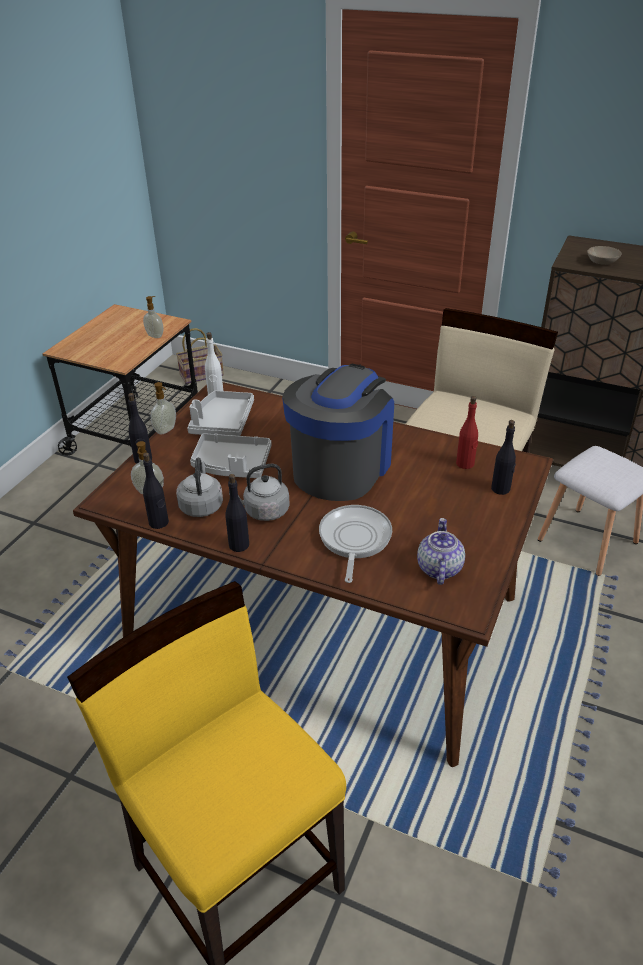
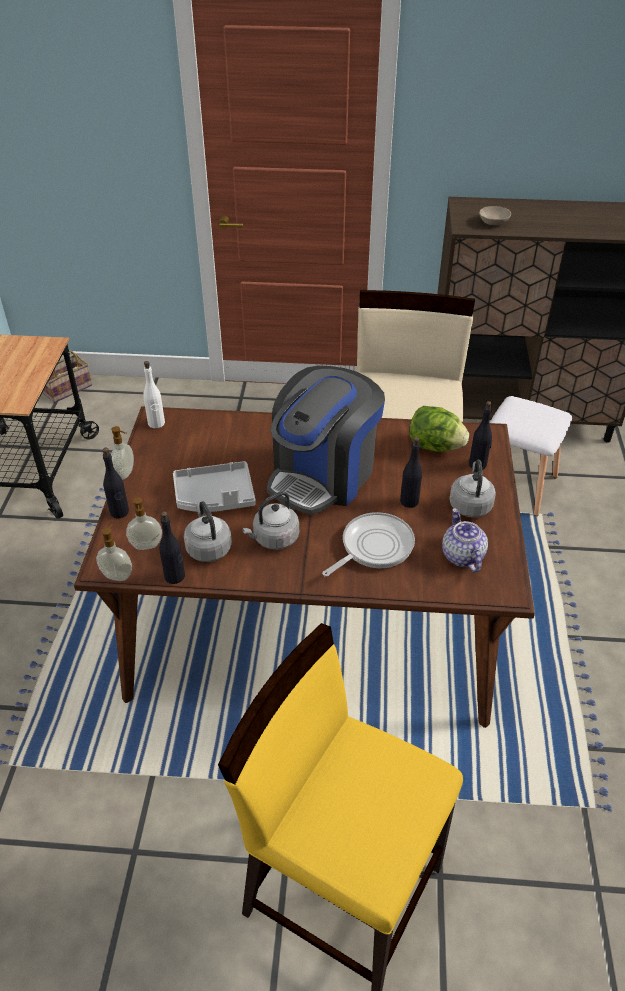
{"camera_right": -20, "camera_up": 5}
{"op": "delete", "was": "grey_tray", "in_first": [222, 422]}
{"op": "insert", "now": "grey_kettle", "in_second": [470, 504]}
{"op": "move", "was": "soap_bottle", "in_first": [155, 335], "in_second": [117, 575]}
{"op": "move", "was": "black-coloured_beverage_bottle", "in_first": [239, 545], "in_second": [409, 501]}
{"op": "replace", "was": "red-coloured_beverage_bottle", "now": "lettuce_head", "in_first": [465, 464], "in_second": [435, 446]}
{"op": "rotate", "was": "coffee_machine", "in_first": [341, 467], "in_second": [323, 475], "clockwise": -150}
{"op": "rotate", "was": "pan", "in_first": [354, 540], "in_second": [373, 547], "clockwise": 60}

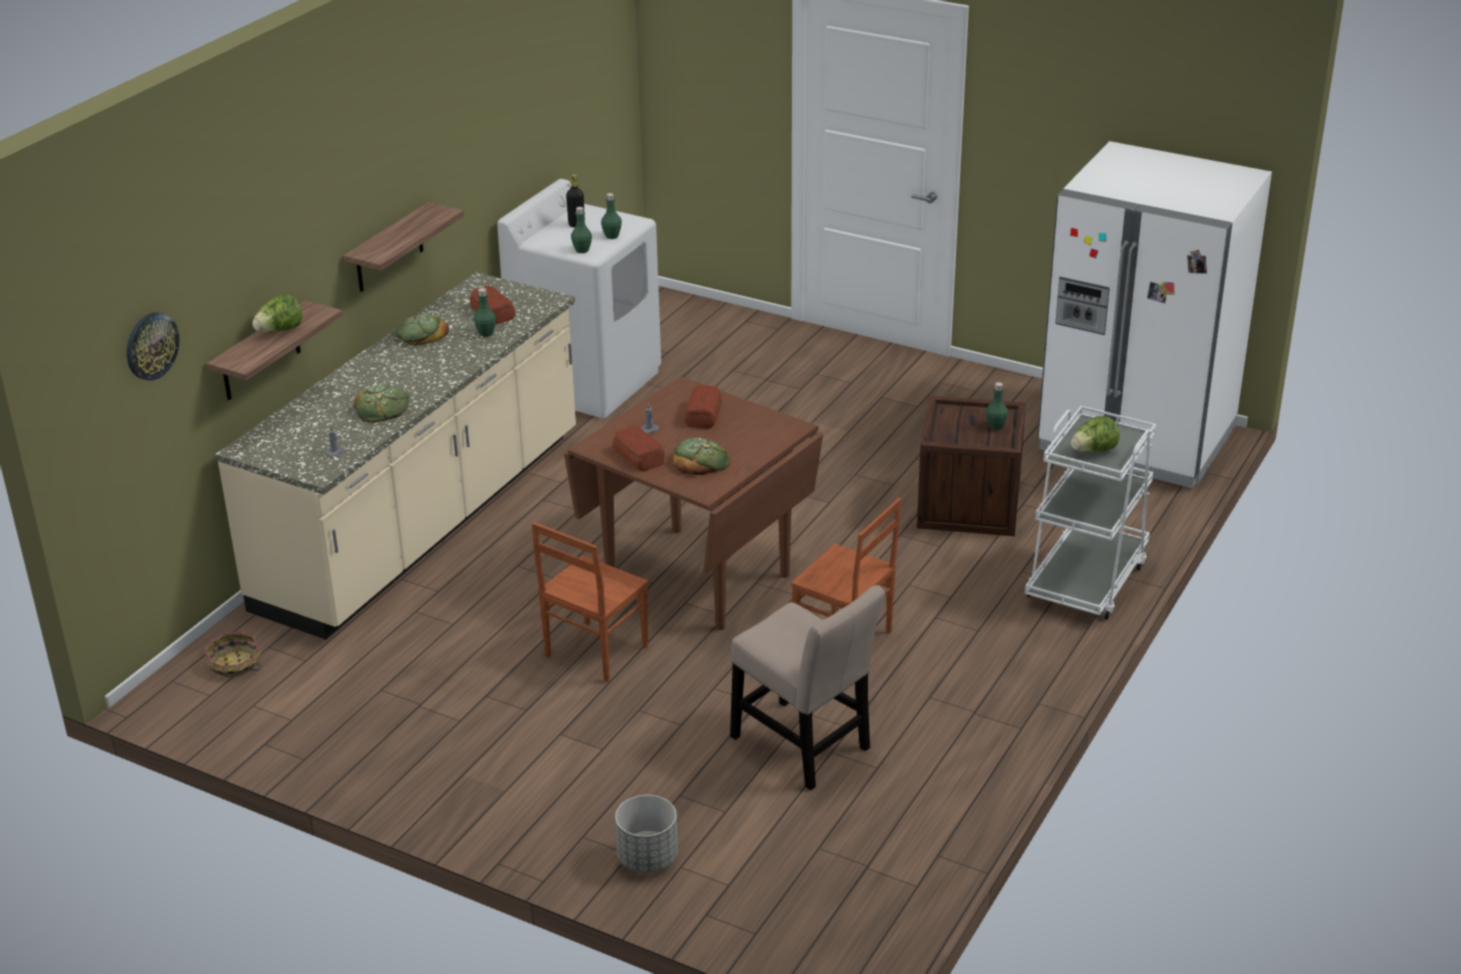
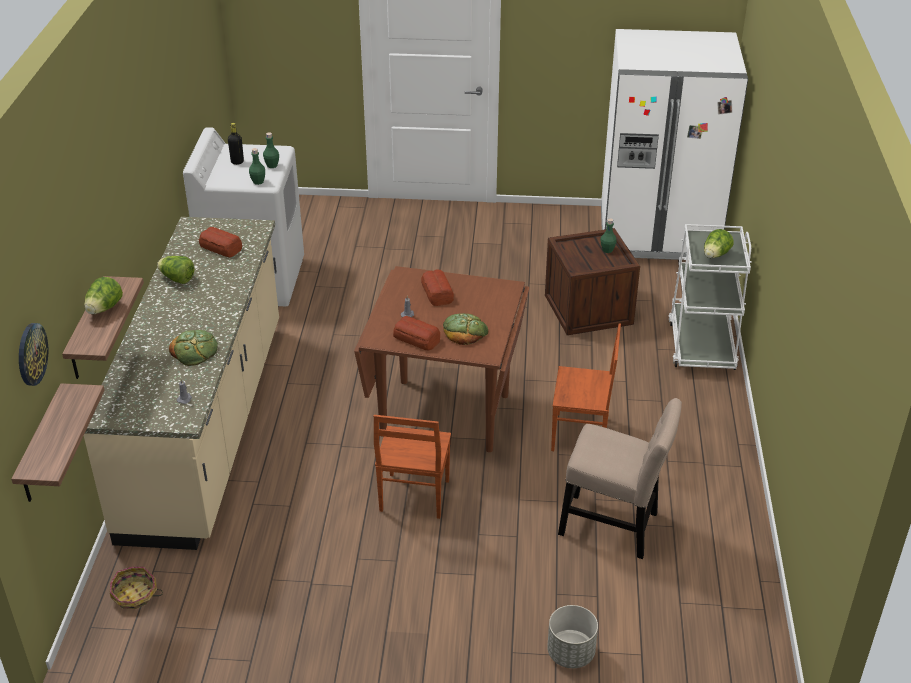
{"camera_right": -25, "camera_up": 5}
{"op": "delete", "was": "greenish_beverage_bottle", "in_first": [486, 333]}
{"op": "move", "was": "wall_shelf", "in_first": [389, 249], "in_second": [41, 446]}
{"op": "replace", "was": "bakery_bread", "now": "lettuce_head", "in_first": [421, 334], "in_second": [177, 279]}

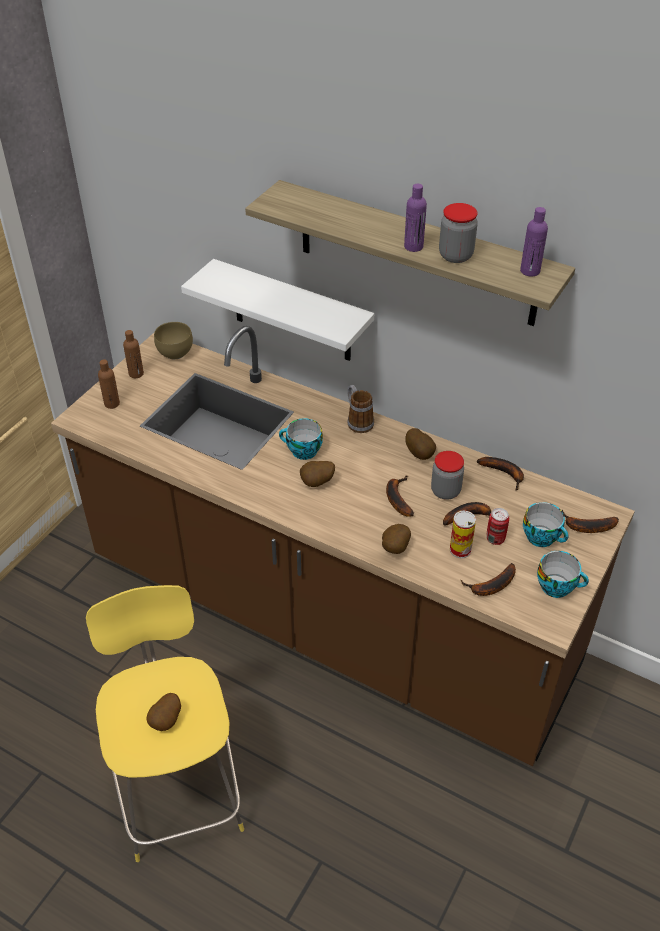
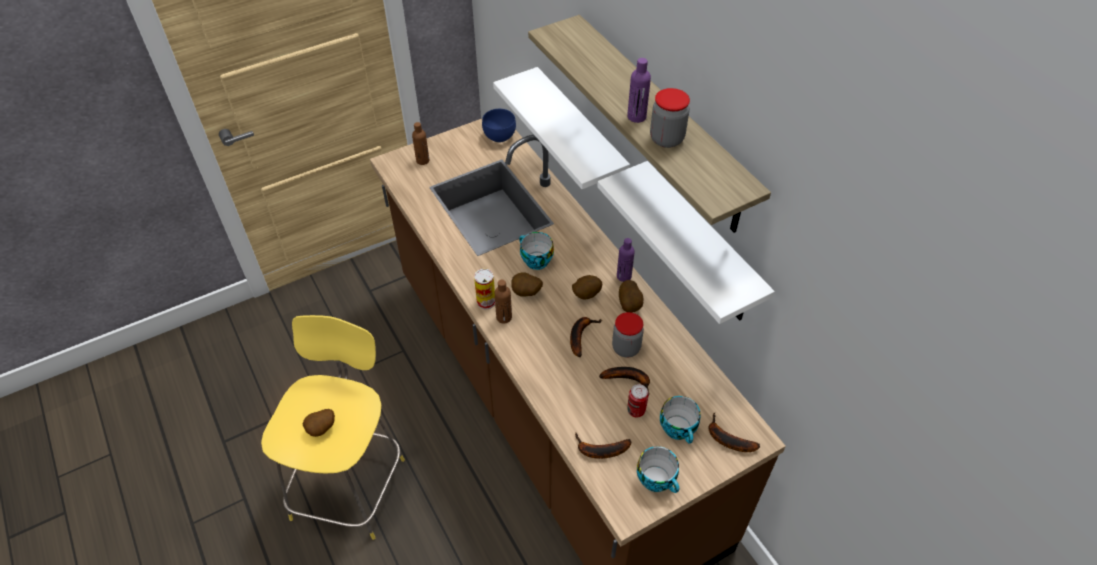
{"camera_right": 30, "camera_up": 5}
{"op": "delete", "was": "tea_mug", "in_first": [357, 421]}
{"op": "delete", "was": "banana", "in_first": [505, 473]}
{"op": "insert", "now": "white-coloured_wall_shelf", "in_second": [701, 246]}
{"op": "move", "was": "brown-coloured_beverage_bottle", "in_first": [136, 373], "in_second": [504, 317]}
{"op": "move", "was": "whole_potato", "in_first": [394, 548], "in_second": [585, 294]}
{"op": "move", "was": "sealed_can", "in_first": [460, 550], "in_second": [486, 302]}
{"op": "move", "was": "purple-coloured_beverage_bottle", "in_first": [530, 271], "in_second": [624, 276]}
{"op": "recolor", "was": "brown-coloured_bowl", "now": "blue_bowl", "in_first": [175, 352], "in_second": [500, 135]}

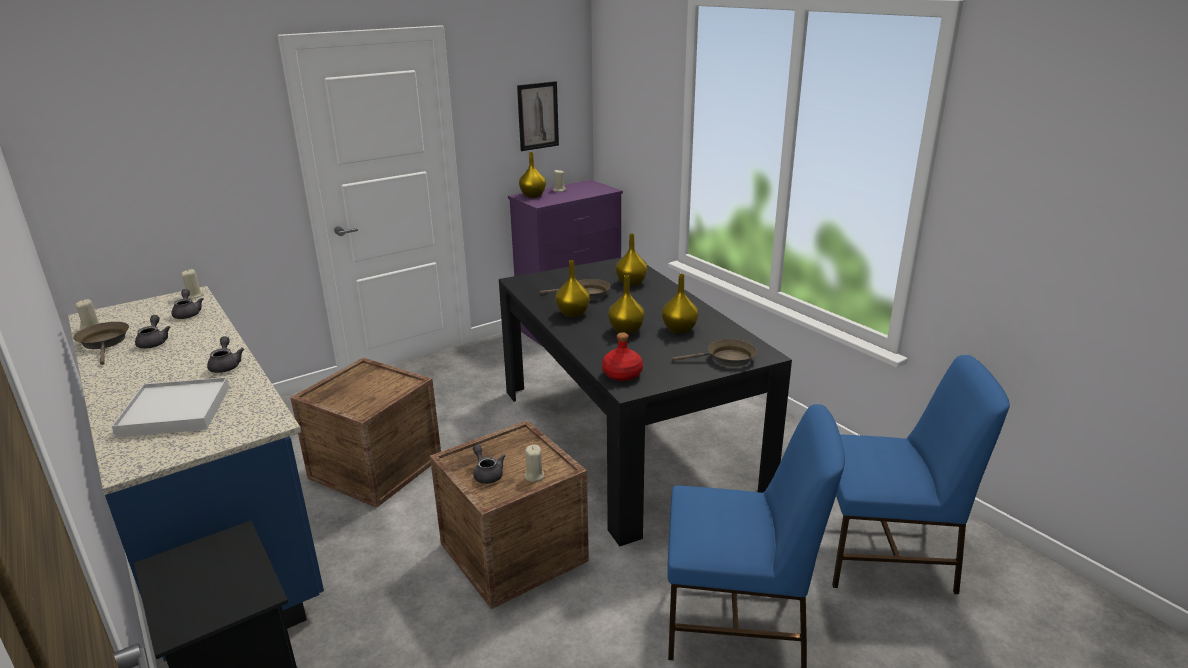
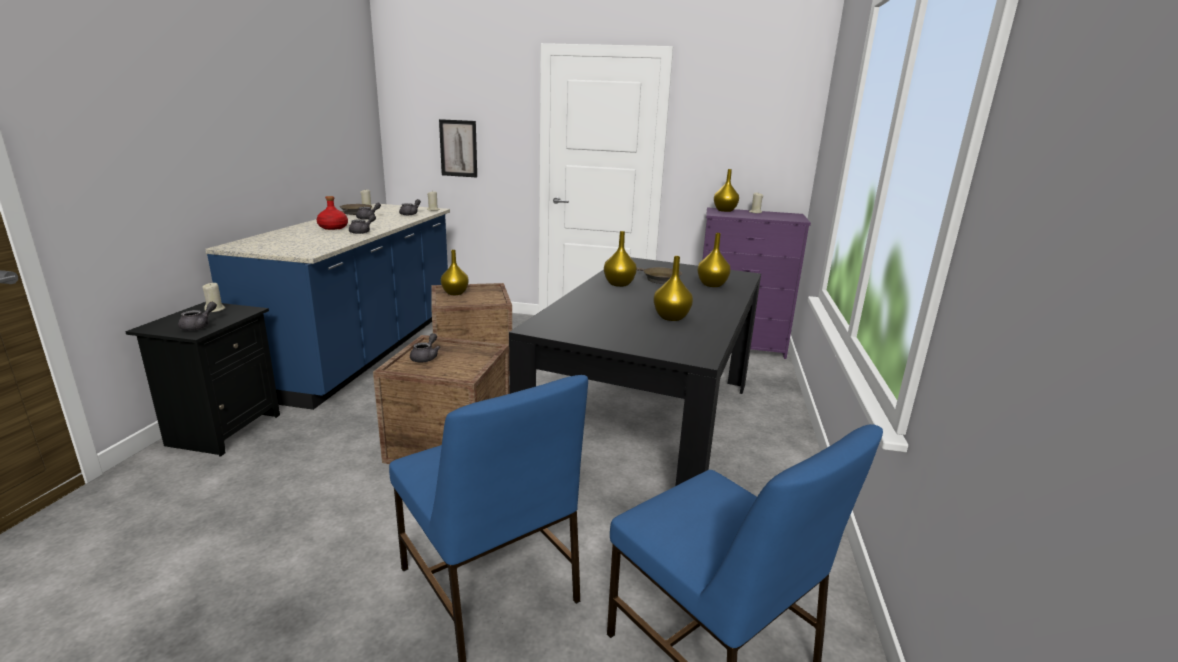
{"camera_right": 45, "camera_up": -5}
{"op": "delete", "was": "white-coloured_tray", "in_first": [175, 411]}
{"op": "delete", "was": "brown-coloured_pan", "in_first": [726, 359]}
{"op": "insert", "now": "grey_teapot", "in_second": [199, 326]}
{"op": "move", "was": "wall_art", "in_first": [538, 116], "in_second": [458, 148]}
{"op": "move", "was": "beige_wax_light", "in_first": [534, 475], "in_second": [215, 309]}
{"op": "move", "was": "red-coloured_beverage_bottle", "in_first": [622, 374], "in_second": [333, 227]}
{"op": "move", "was": "yellowish_vase", "in_first": [625, 331], "in_second": [454, 293]}

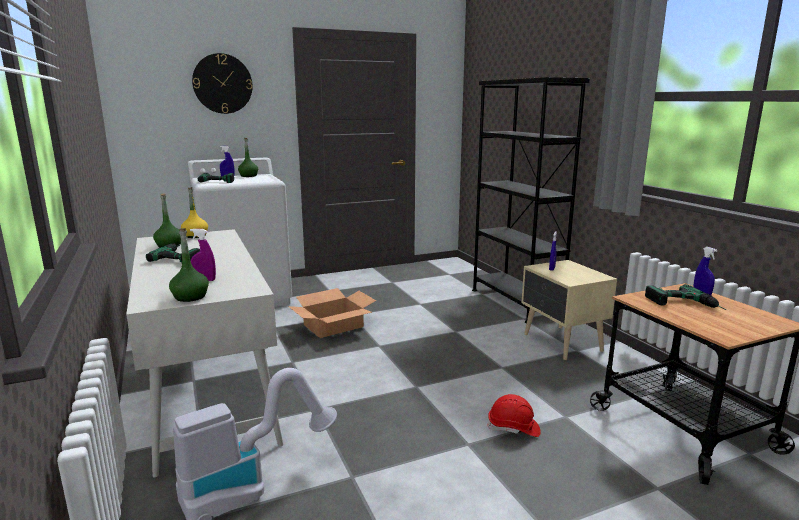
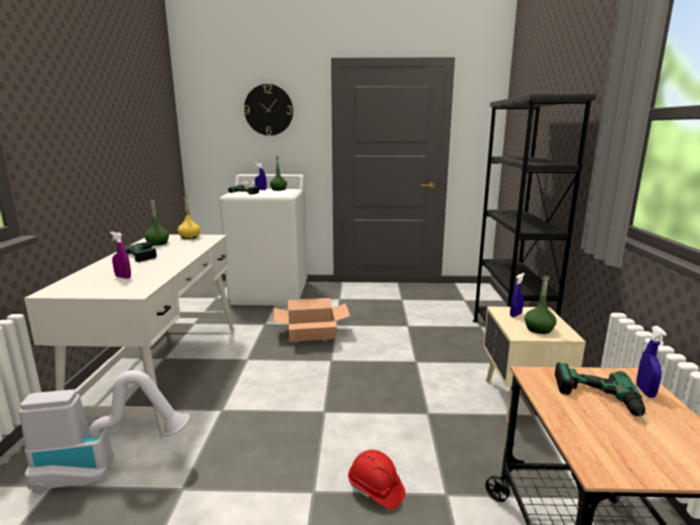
{"camera_right": 25, "camera_up": 0}
{"op": "move", "was": "greenish_beverage_bottle", "in_first": [190, 297], "in_second": [538, 329]}

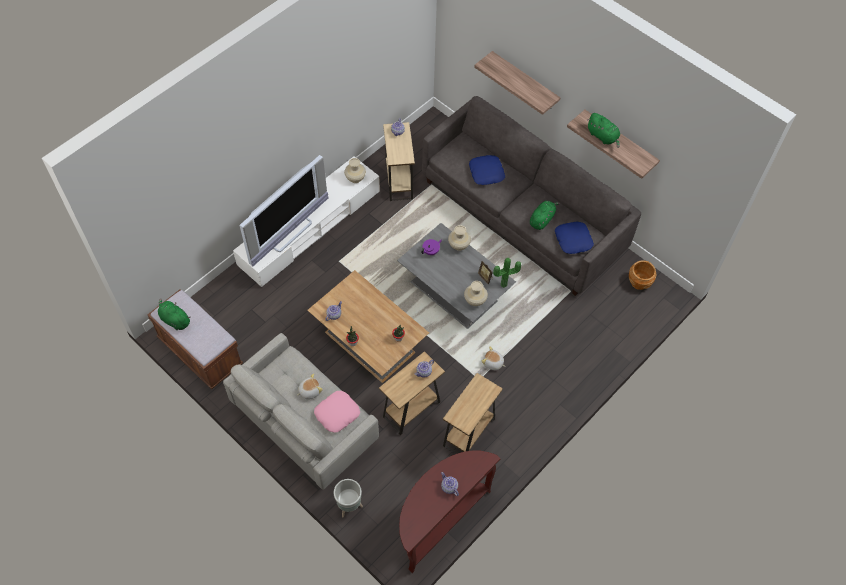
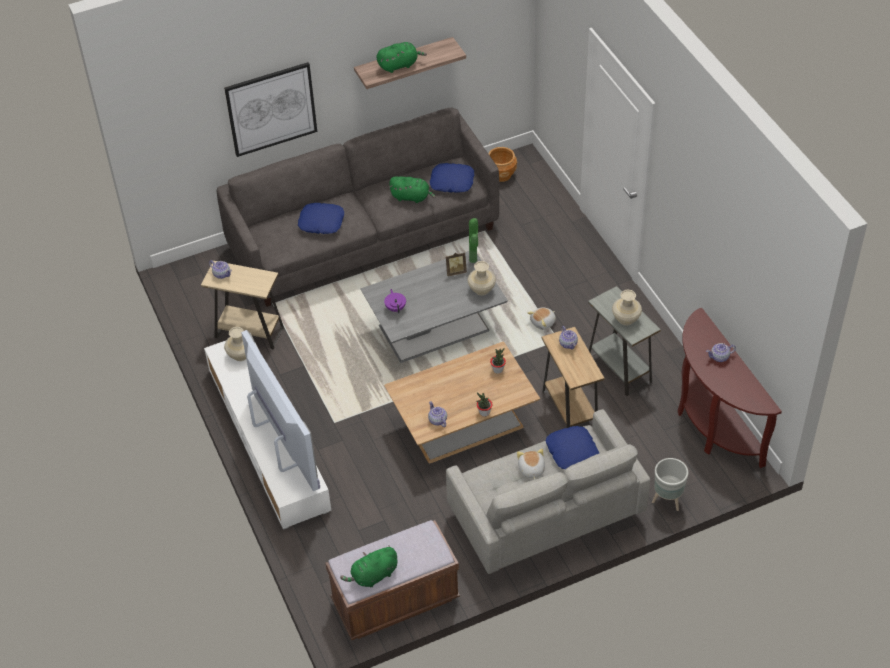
{"camera_right": -65, "camera_up": -10}
{"op": "move", "was": "beige_vase", "in_first": [458, 245], "in_second": [625, 319]}
{"op": "replace", "was": "wall_shelf", "now": "wall_art", "in_first": [524, 81], "in_second": [271, 109]}
{"op": "recolor", "was": "pinkish_cushion", "now": "blue_cushion", "in_first": [337, 413], "in_second": [571, 451]}
{"op": "recolor", "was": "brown-coloured_side_table", "now": "grey_side_table", "in_first": [469, 432], "in_second": [619, 369]}
{"op": "rotate", "was": "greenish_cuddly_toy", "in_first": [542, 219], "in_second": [412, 197], "clockwise": 135}

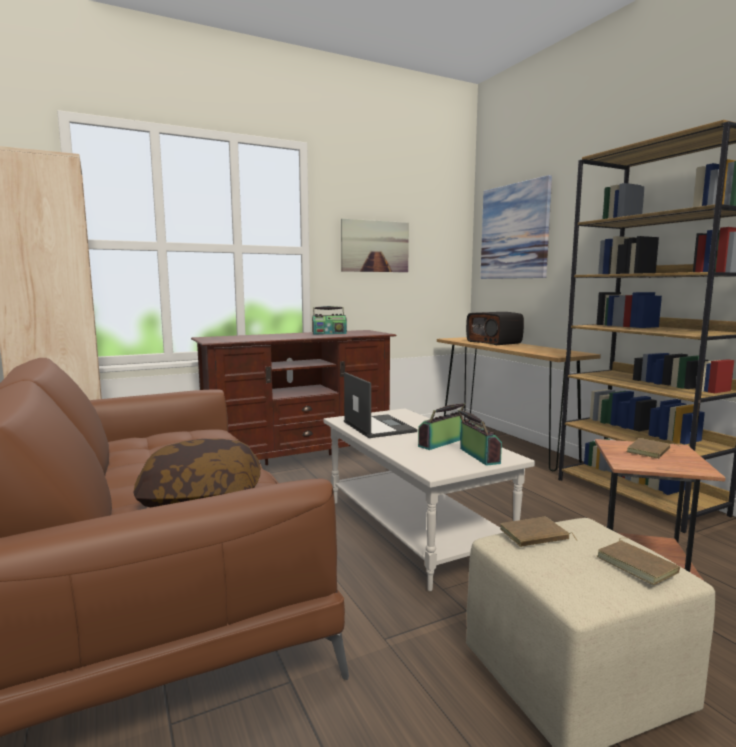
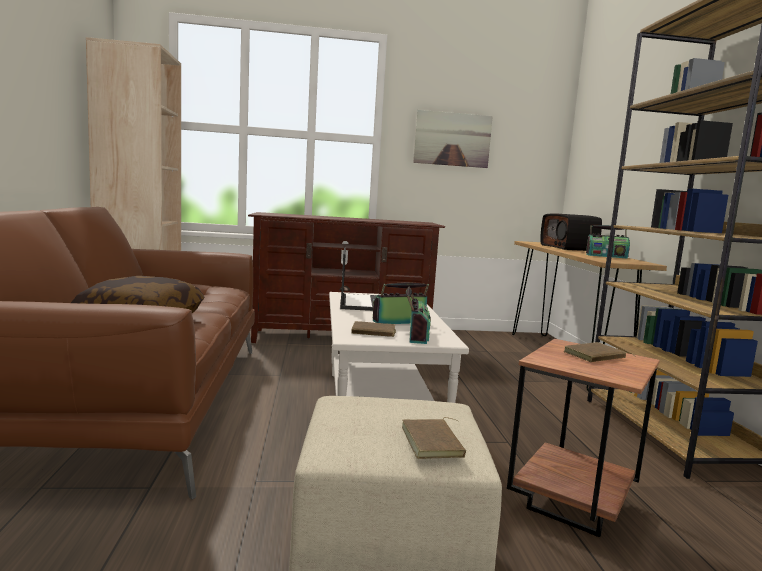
{"camera_right": 20, "camera_up": 0}
{"op": "delete", "was": "wall_art", "in_first": [514, 231]}
{"op": "move", "was": "radio_set", "in_first": [329, 333], "in_second": [606, 256]}
{"op": "move", "was": "brown-coloured_book", "in_first": [534, 536], "in_second": [373, 332]}

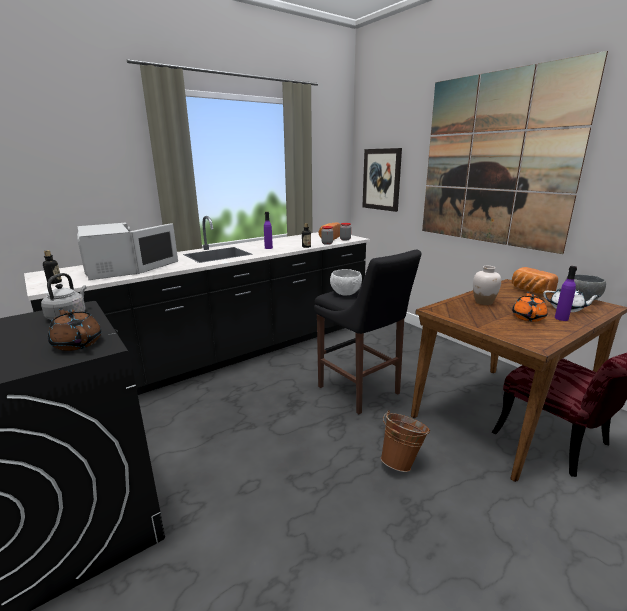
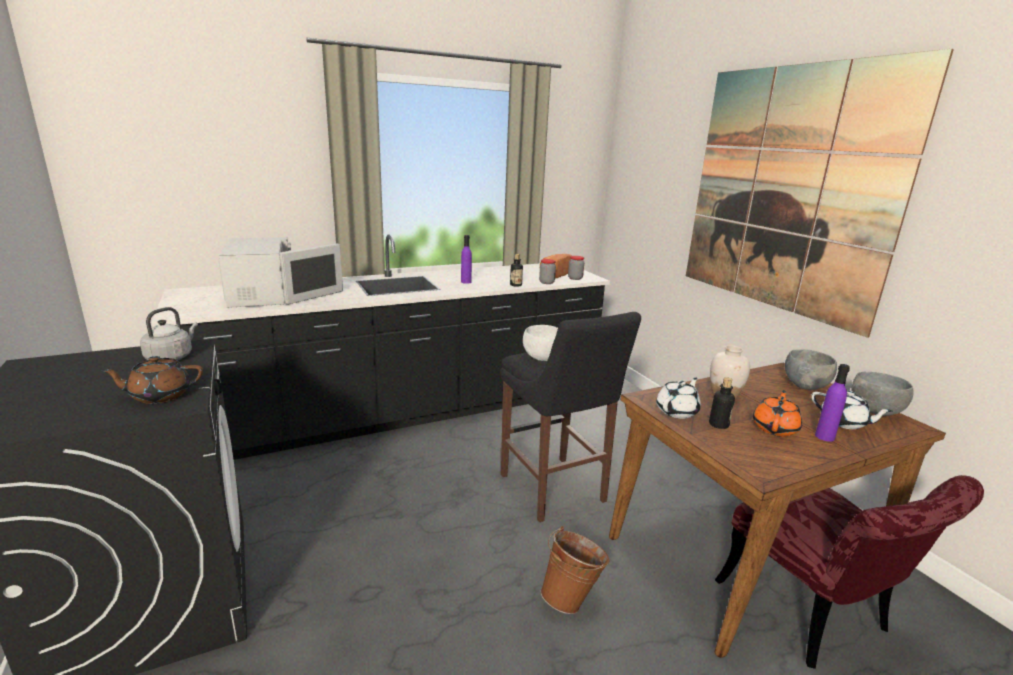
{"camera_right": 10, "camera_up": 0}
{"op": "delete", "was": "wall_art", "in_first": [381, 179]}
{"op": "insert", "now": "white-coloured_teapot", "in_second": [677, 411]}
{"op": "move", "was": "beverage_bottle", "in_first": [54, 282], "in_second": [718, 424]}
{"op": "replace", "was": "bakery_bread", "now": "grey_bowl", "in_first": [529, 291], "in_second": [805, 386]}
{"op": "rotate", "was": "brown-coloured_teapot", "in_first": [77, 343], "in_second": [160, 395], "clockwise": -75}

